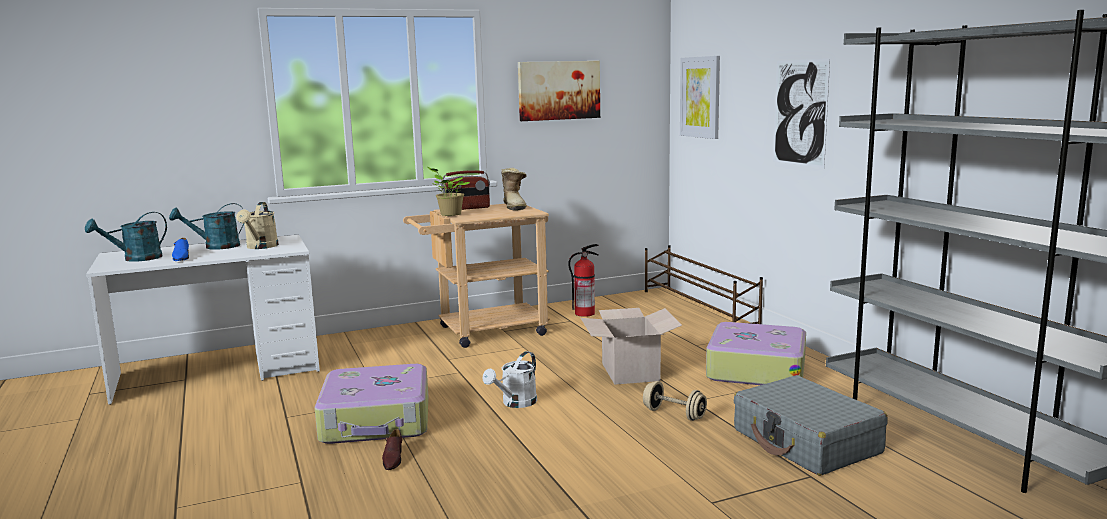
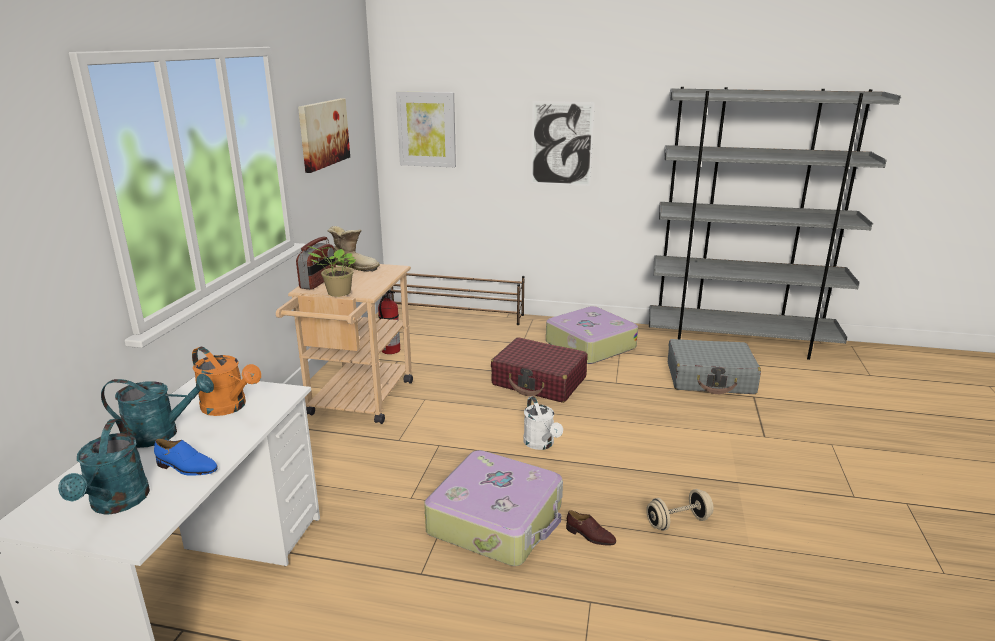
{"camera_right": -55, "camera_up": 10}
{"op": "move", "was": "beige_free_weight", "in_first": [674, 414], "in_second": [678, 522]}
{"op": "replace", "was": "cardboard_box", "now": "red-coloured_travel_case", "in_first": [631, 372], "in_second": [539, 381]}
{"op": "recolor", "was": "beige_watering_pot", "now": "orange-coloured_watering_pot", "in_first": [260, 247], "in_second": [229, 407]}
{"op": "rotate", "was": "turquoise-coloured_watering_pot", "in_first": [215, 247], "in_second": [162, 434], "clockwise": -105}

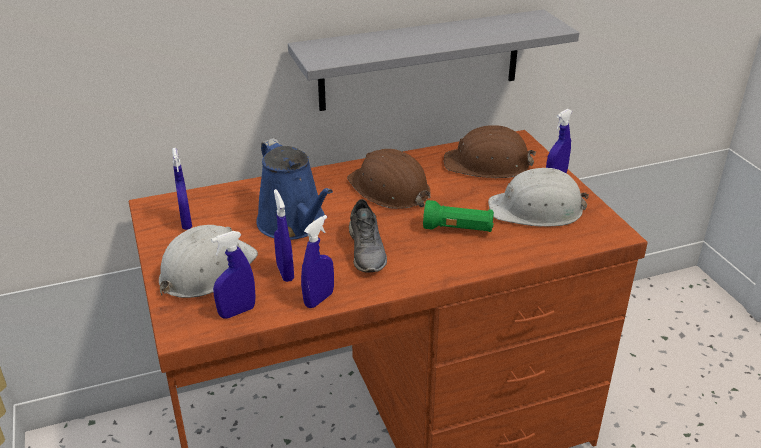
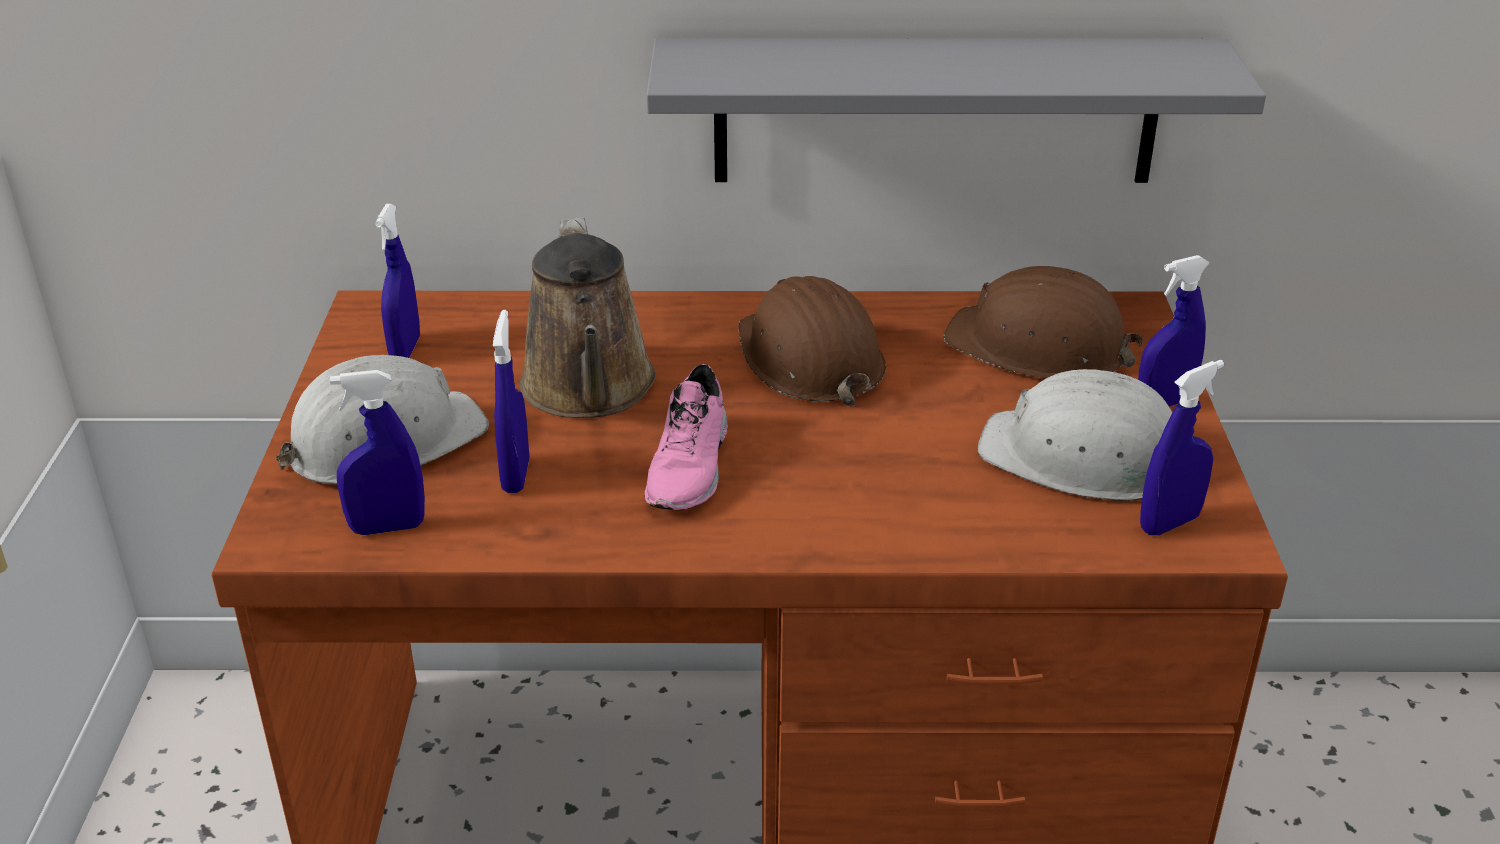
{"camera_right": 20, "camera_up": 0}
{"op": "delete", "was": "greenish_torch", "in_first": [458, 229]}
{"op": "move", "was": "blue_hand_sprayer", "in_first": [319, 299], "in_second": [1169, 523]}
{"op": "recolor", "was": "blue_watering_pot", "now": "brown-coloured_watering_pot", "in_first": [294, 224], "in_second": [589, 390]}
{"op": "recolor", "was": "grey_shoe", "now": "pinkish_shoe", "in_first": [367, 251], "in_second": [691, 468]}

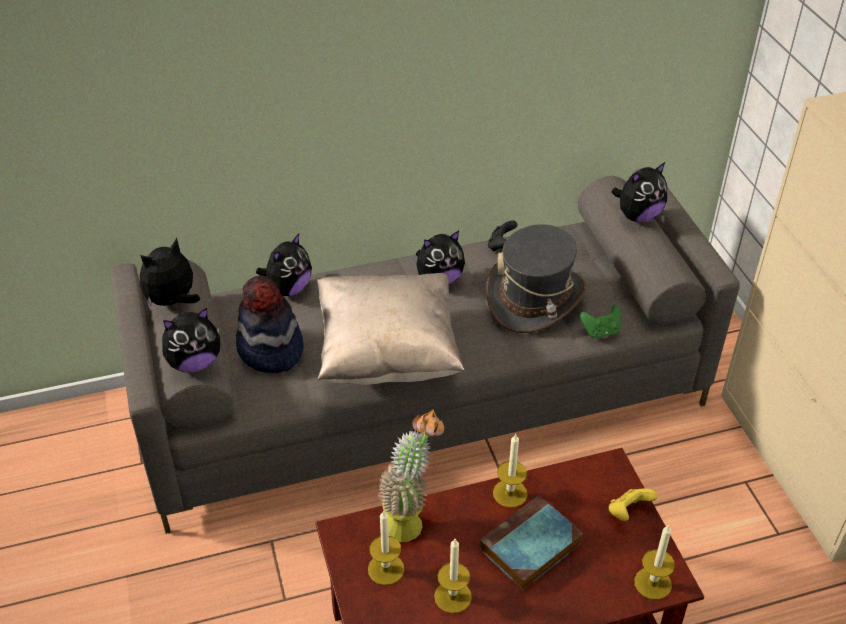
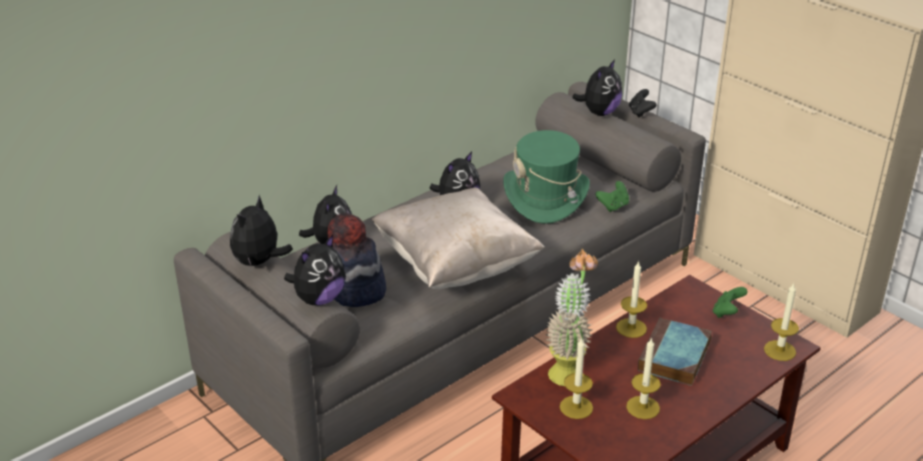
{"camera_right": -25, "camera_up": -10}
{"op": "move", "was": "black-coloured_game_controller", "in_first": [501, 245], "in_second": [640, 112]}
{"op": "recolor", "was": "grey_wearable_hat", "now": "greenish_wearable_hat", "in_first": [535, 298], "in_second": [546, 197]}
{"op": "recolor", "was": "yellowish_game_controller", "now": "greenish_game_controller", "in_first": [628, 512], "in_second": [727, 313]}

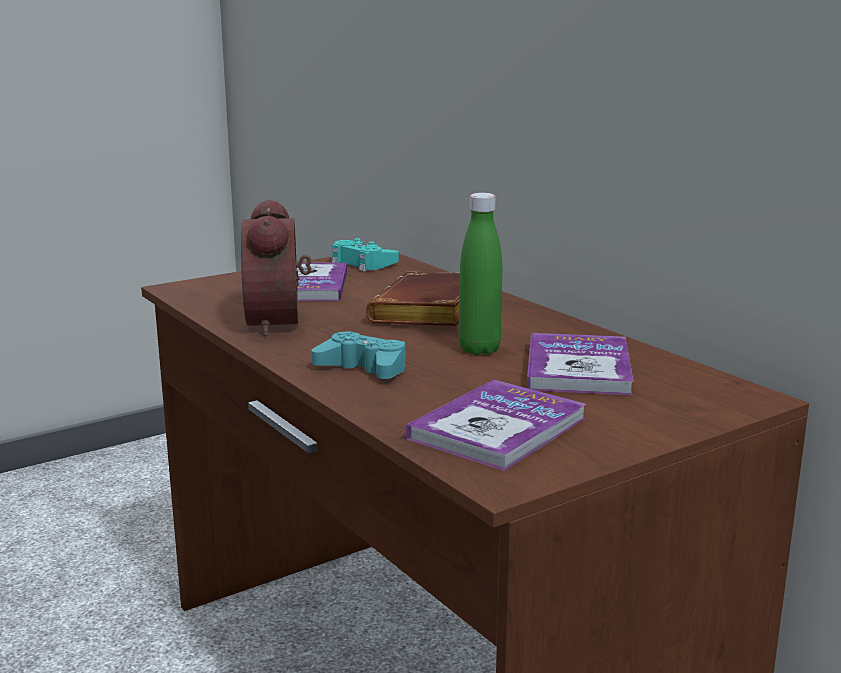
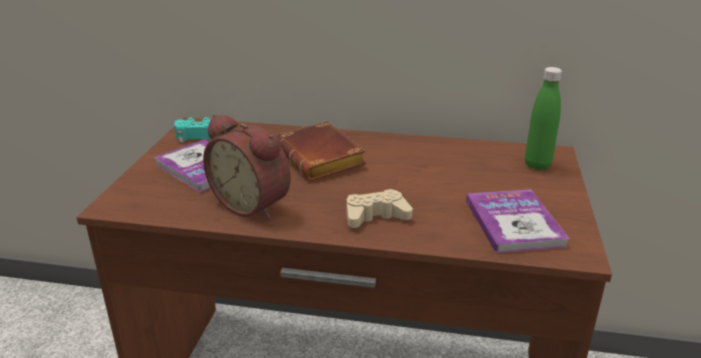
{"camera_right": -45, "camera_up": 10}
{"op": "delete", "was": "book", "in_first": [578, 368]}
{"op": "move", "was": "greenish_beverage_bottle", "in_first": [479, 349], "in_second": [537, 165]}
{"op": "recolor", "was": "turquoise-coloured_game_controller", "now": "beige_game_controller", "in_first": [363, 368], "in_second": [375, 216]}

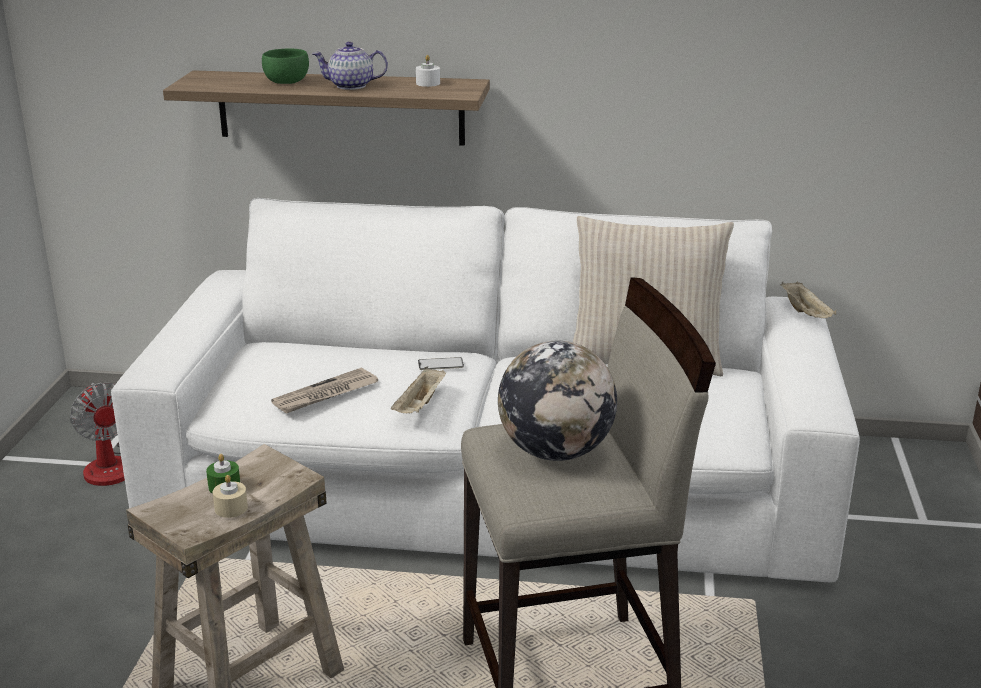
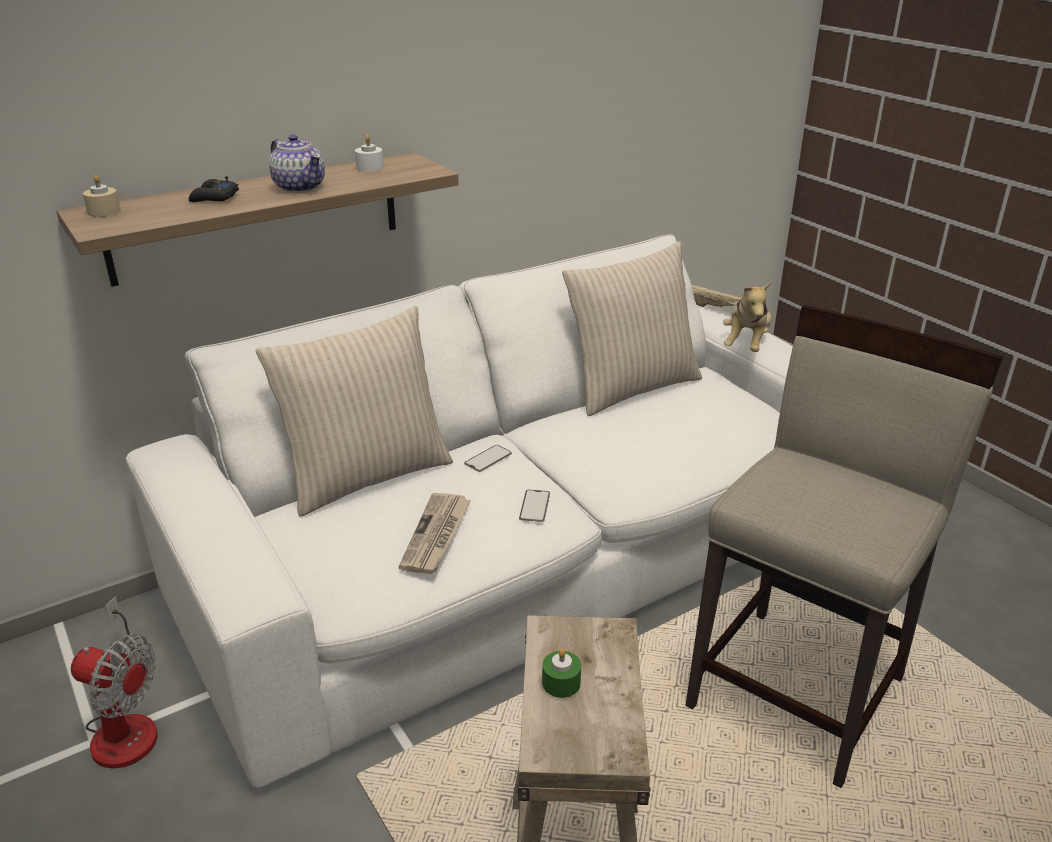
{"camera_right": -40, "camera_up": 5}
{"op": "delete", "was": "globe", "in_first": [556, 452]}
{"op": "insert", "now": "beige_cushion", "in_second": [366, 475]}
{"op": "insert", "now": "cuddly_toy", "in_second": [746, 344]}
{"op": "move", "was": "beige_wax_light", "in_first": [231, 508], "in_second": [104, 211]}
{"op": "replace", "was": "greenish_bowl", "now": "black-coloured_game_controller", "in_first": [286, 81], "in_second": [214, 198]}
{"op": "replace", "was": "beige_tray", "now": "phone", "in_first": [420, 405], "in_second": [534, 506]}
{"op": "rotate", "was": "teapot", "in_first": [351, 86], "in_second": [299, 187], "clockwise": -90}

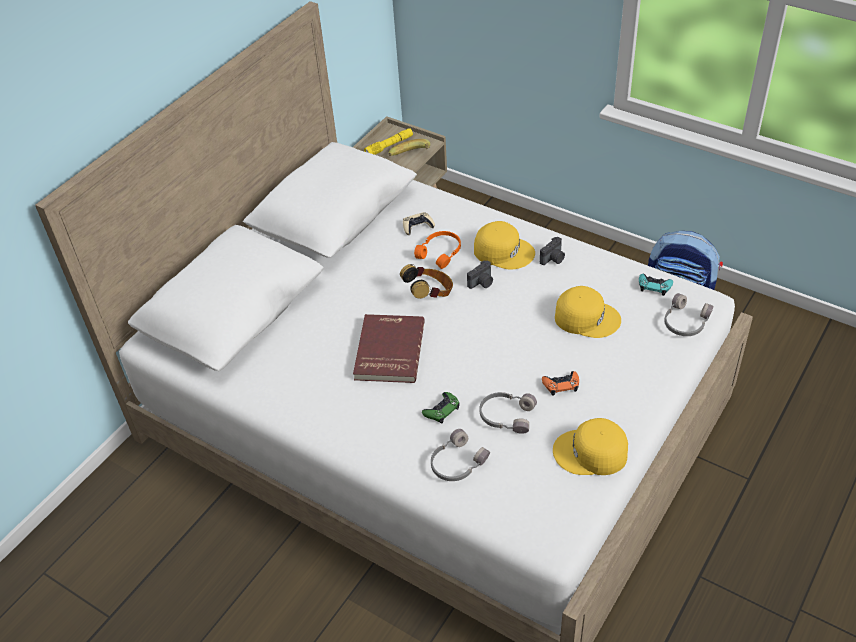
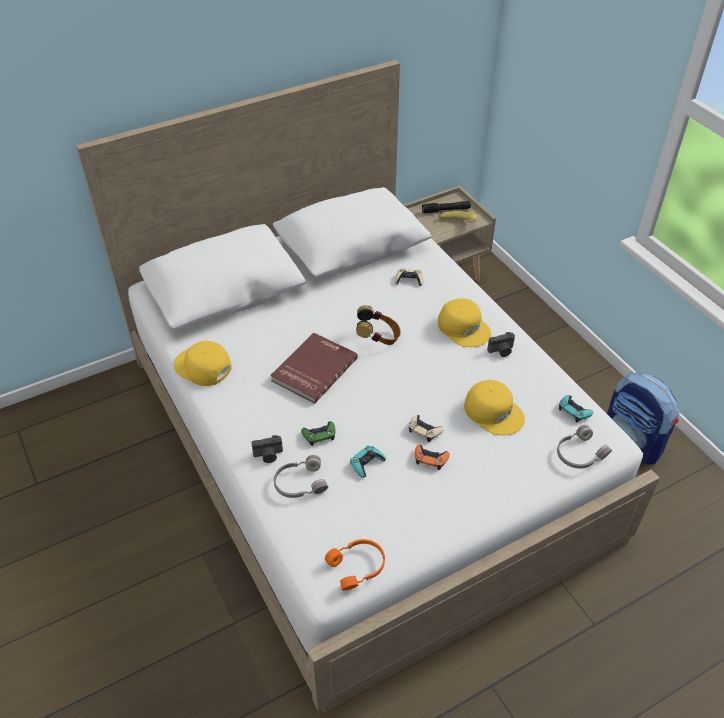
{"camera_right": 25, "camera_up": 0}
{"op": "insert", "now": "beige_game_controller", "in_second": [424, 430]}
{"op": "move", "was": "orange-coloured_headphones", "in_first": [441, 253], "in_second": [358, 567]}
{"op": "move", "was": "still_camera", "in_first": [482, 283], "in_second": [268, 455]}
{"op": "move", "was": "yellowish_baseball_cap", "in_first": [591, 453], "in_second": [202, 367]}
{"op": "replace", "was": "grey_headphones", "now": "turquoise-coloured_game_controller", "in_first": [506, 415], "in_second": [367, 463]}
{"op": "recolor", "was": "yellowish_torch", "now": "black-coloured_torch", "in_first": [389, 146], "in_second": [446, 210]}

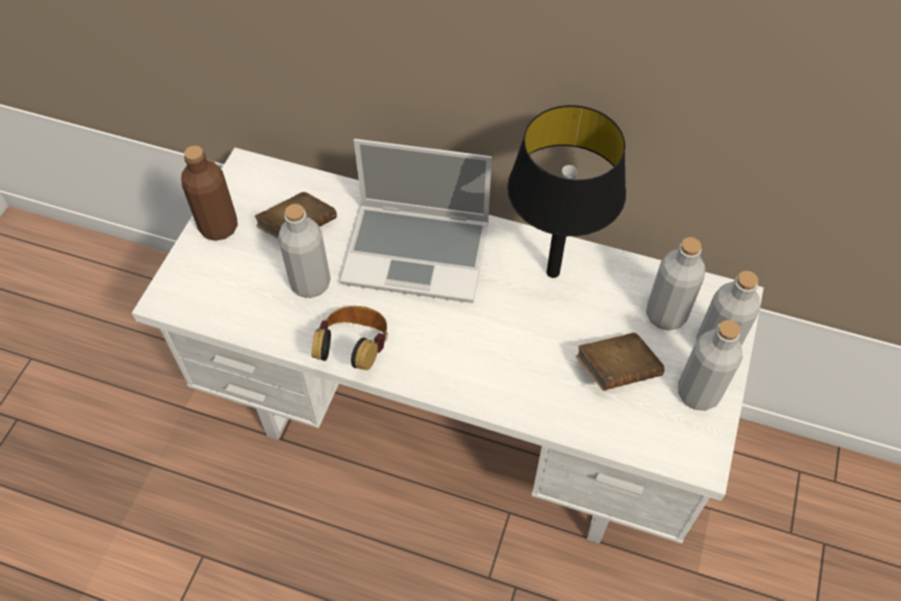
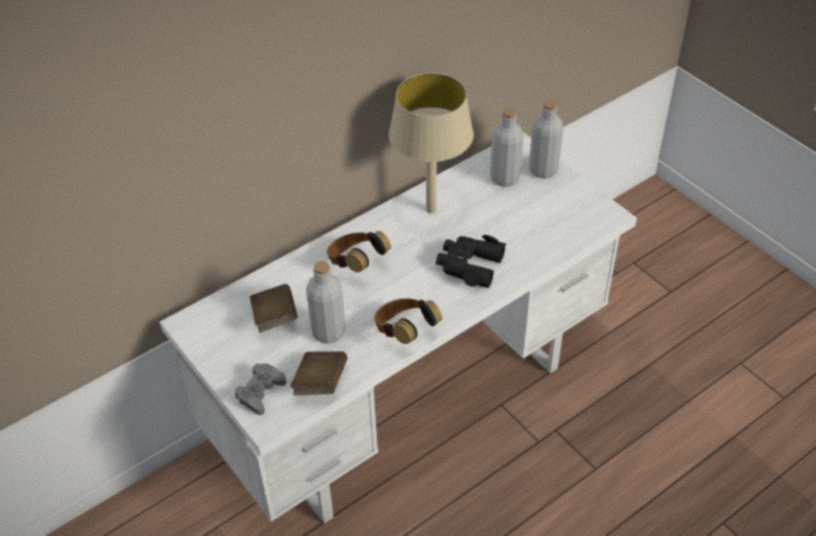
{"camera_right": -55, "camera_up": -10}
{"op": "delete", "was": "brown-coloured_beverage_bottle", "in_first": [219, 227]}
{"op": "delete", "was": "grey_beverage_bottle", "in_first": [698, 393]}
{"op": "insert", "now": "grey_game_controller", "in_second": [260, 392]}
{"op": "insert", "now": "black-coloured_binoculars", "in_second": [469, 265]}
{"op": "move", "was": "brown-coloured_book", "in_first": [616, 371], "in_second": [320, 383]}
{"op": "replace", "was": "notebook_computer", "now": "headphones", "in_first": [419, 253], "in_second": [356, 264]}
{"op": "recolor", "was": "black-coloured_lamp_for_a_table", "now": "beige_lamp_for_a_table", "in_first": [553, 272], "in_second": [431, 209]}

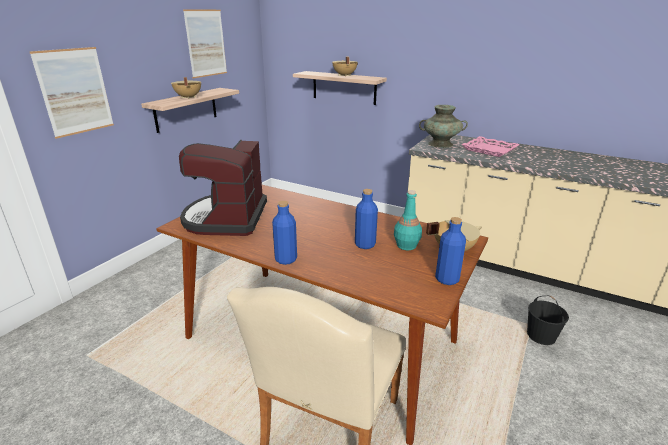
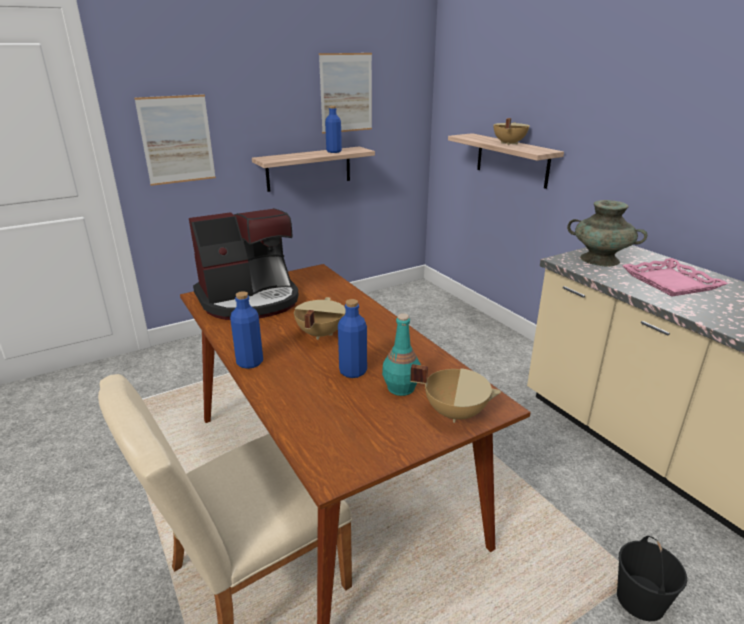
{"camera_right": 30, "camera_up": 0}
{"op": "move", "was": "beige_cooking_pot", "in_first": [187, 97], "in_second": [319, 334]}
{"op": "move", "was": "blue_beverage_bottle", "in_first": [447, 279], "in_second": [334, 151]}
{"op": "rotate", "was": "coffee_machine", "in_first": [226, 218], "in_second": [250, 300], "clockwise": -150}

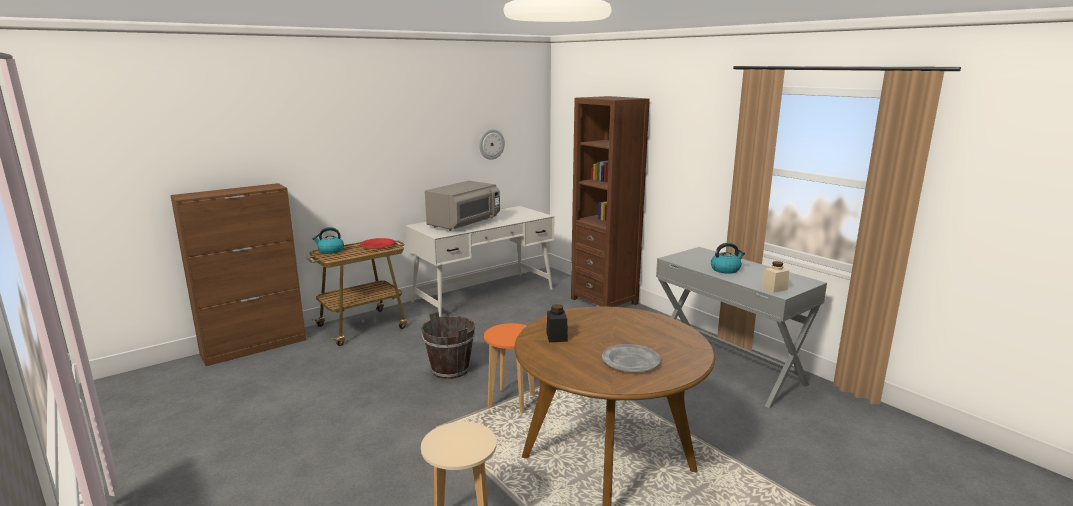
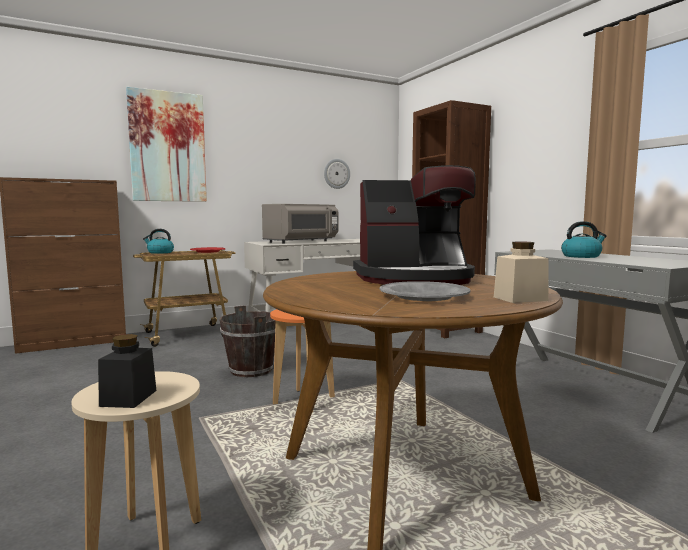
{"camera_right": 10, "camera_up": -10}
{"op": "insert", "now": "wall_art", "in_second": [168, 147]}
{"op": "insert", "now": "coffee_machine", "in_second": [414, 278]}
{"op": "move", "was": "black-coloured_storage_jar", "in_first": [556, 336], "in_second": [128, 398]}
{"op": "move", "was": "beige_storage_jar", "in_first": [774, 288], "in_second": [520, 299]}

